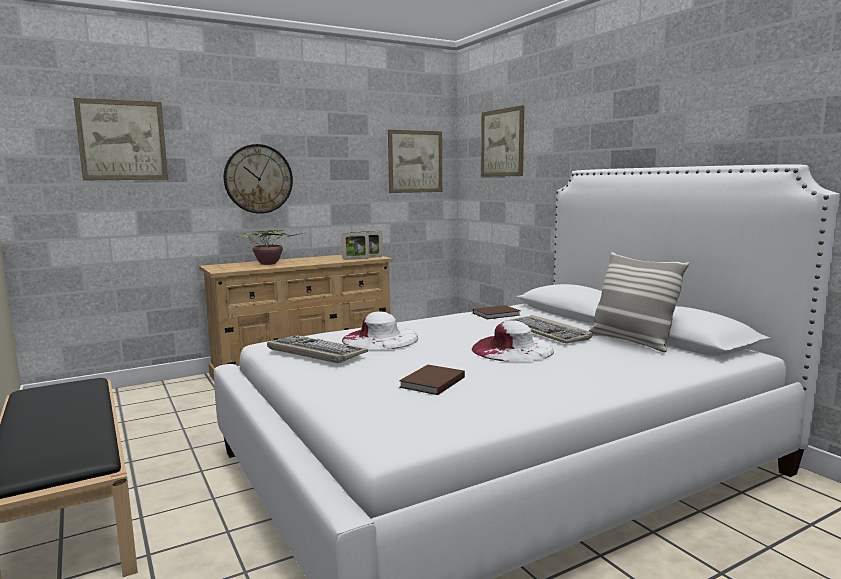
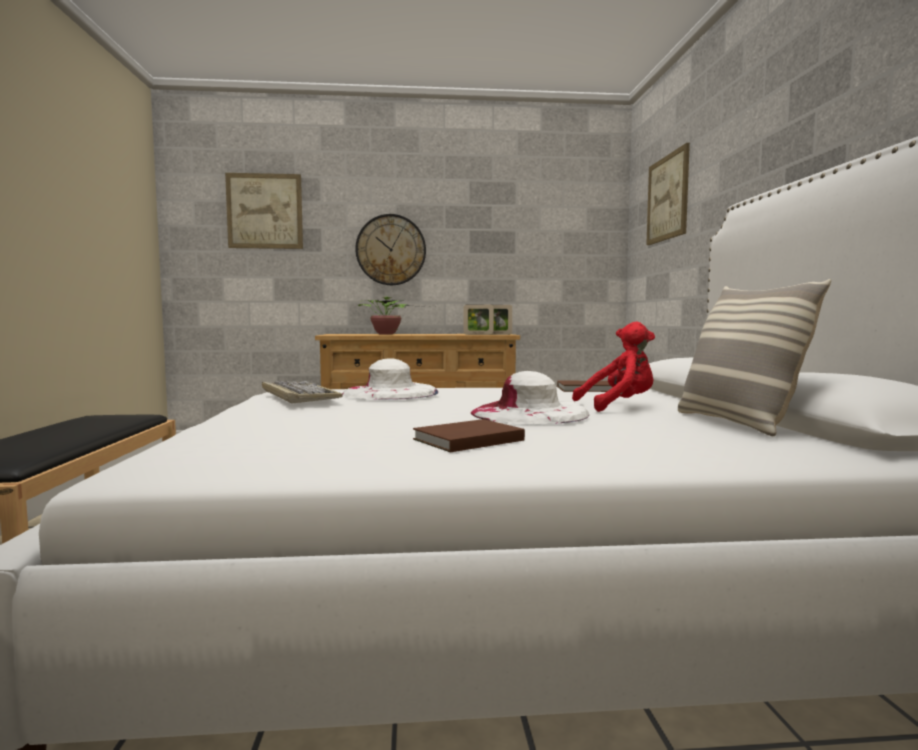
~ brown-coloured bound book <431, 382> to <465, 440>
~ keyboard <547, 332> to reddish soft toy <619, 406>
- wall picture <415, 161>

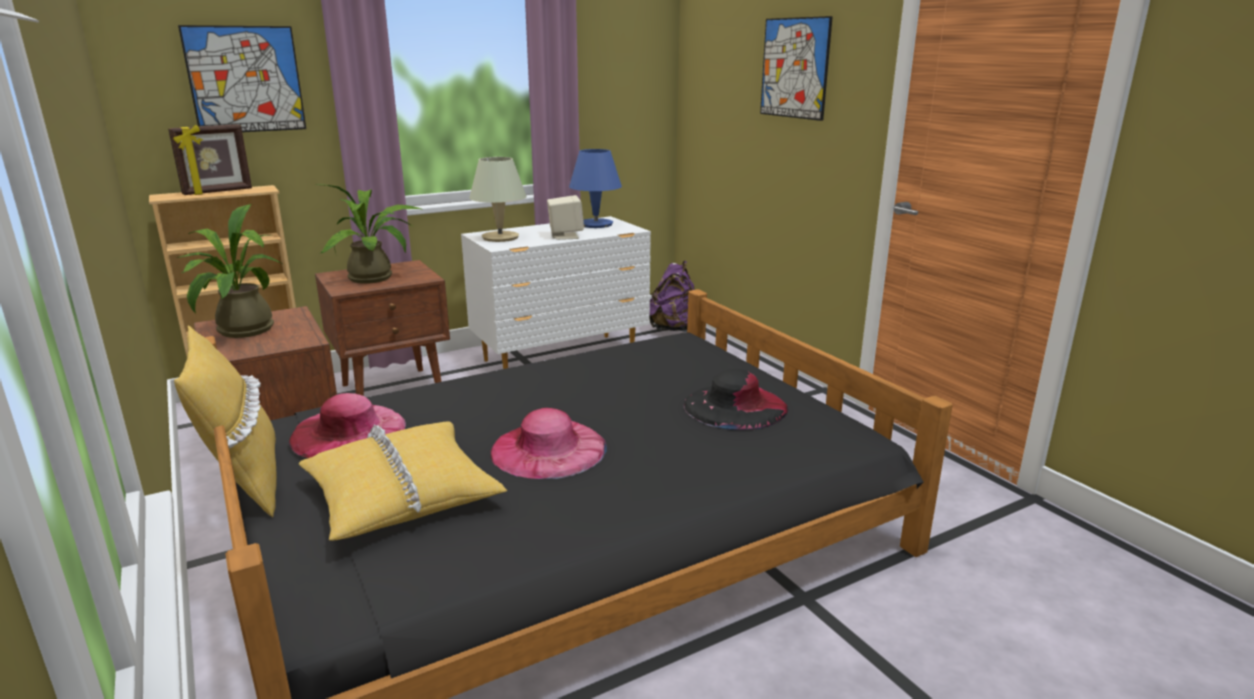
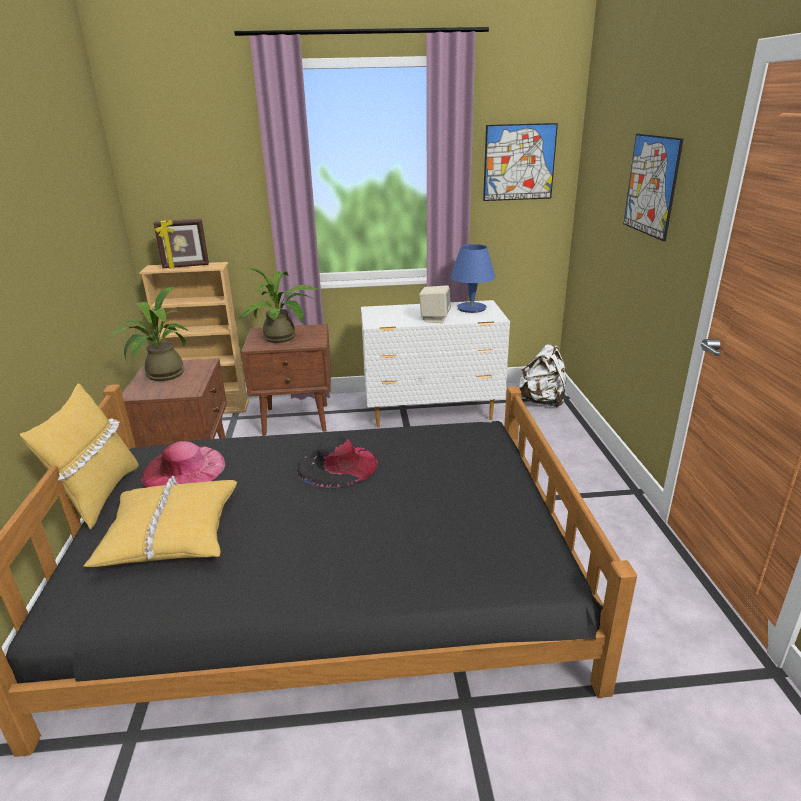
~ black clothing hat <735, 406> to <337, 465>
~ wall picture <245, 79> to <519, 162>
~ purple backpack <674, 329> to white-coloured backpack <542, 401>
- beige tabletop lamp <500, 237>
- pink clothing hat <548, 449>

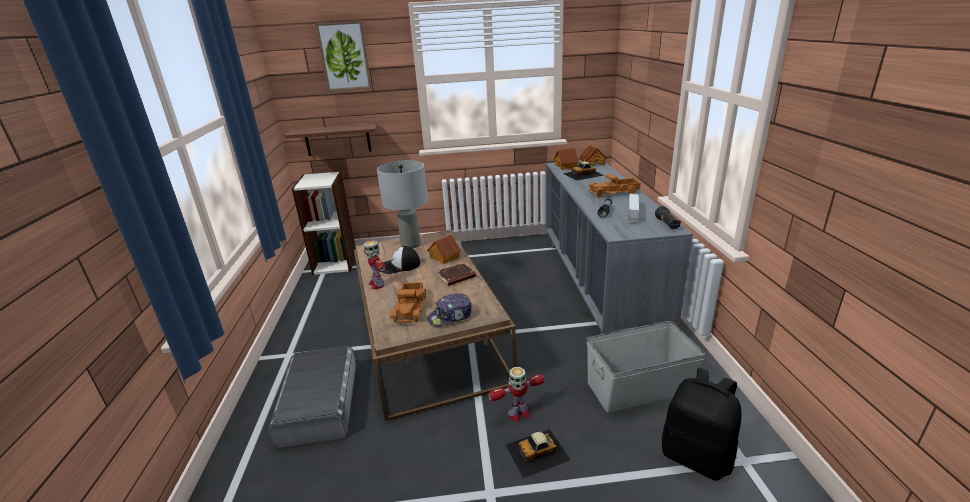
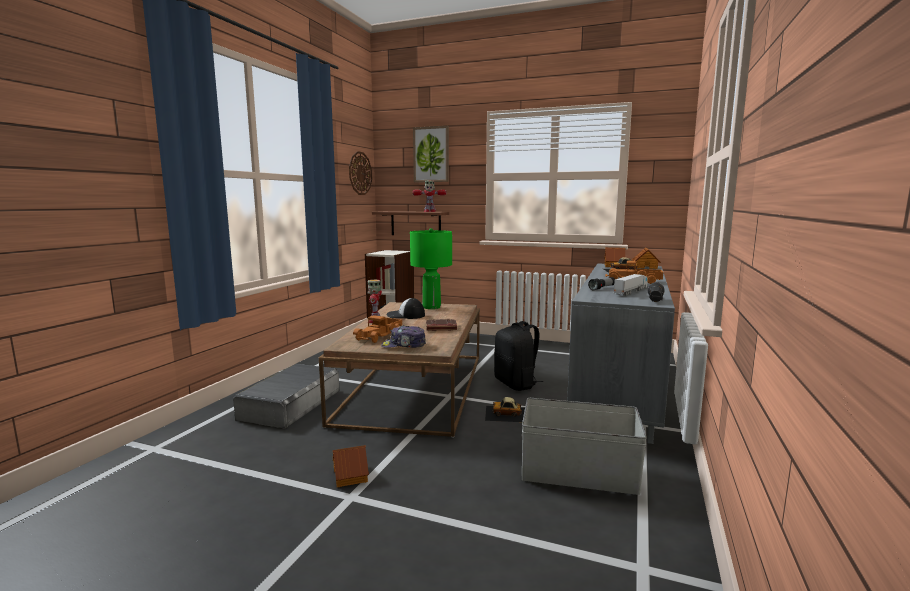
~ model house <444, 257> to <349, 476>
+ hanging clock <360, 173>
~ grey tabletop lamp <411, 244> to green tabletop lamp <432, 307>
~ model robot <518, 413> to <429, 211>
~ model car <537, 452> to <506, 413>
~ black backpack <696, 456> to <516, 384>

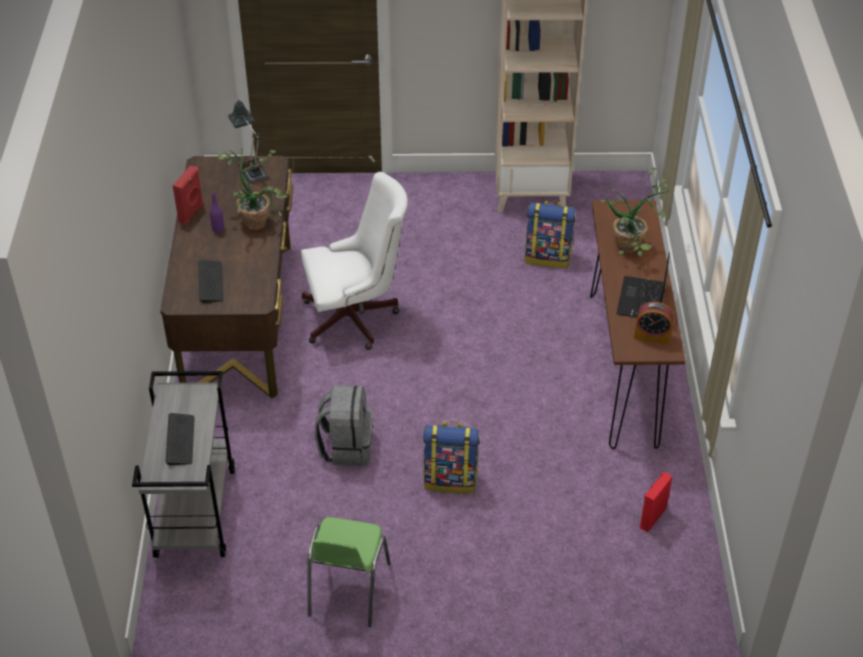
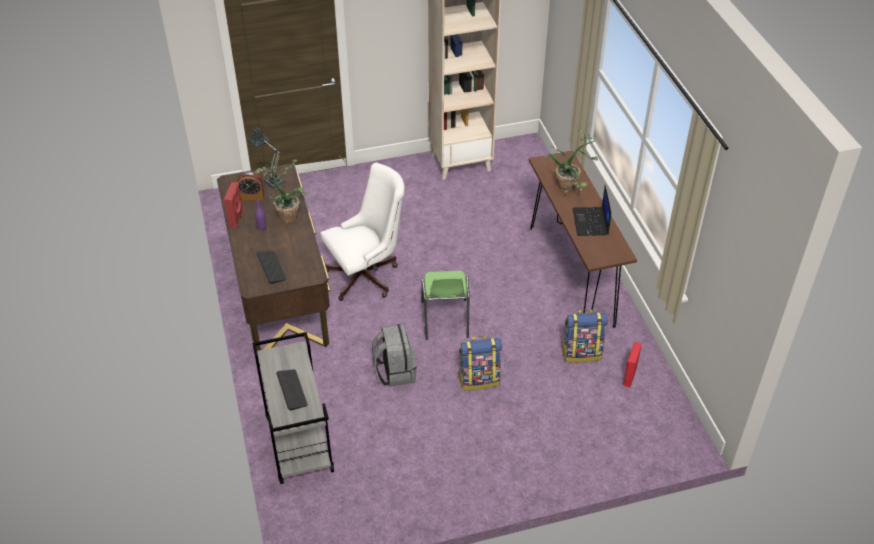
~ table clock <652, 336> to <251, 196>
~ green upright chair <347, 590> to <445, 320>
~ backpack <548, 257> to <581, 352>

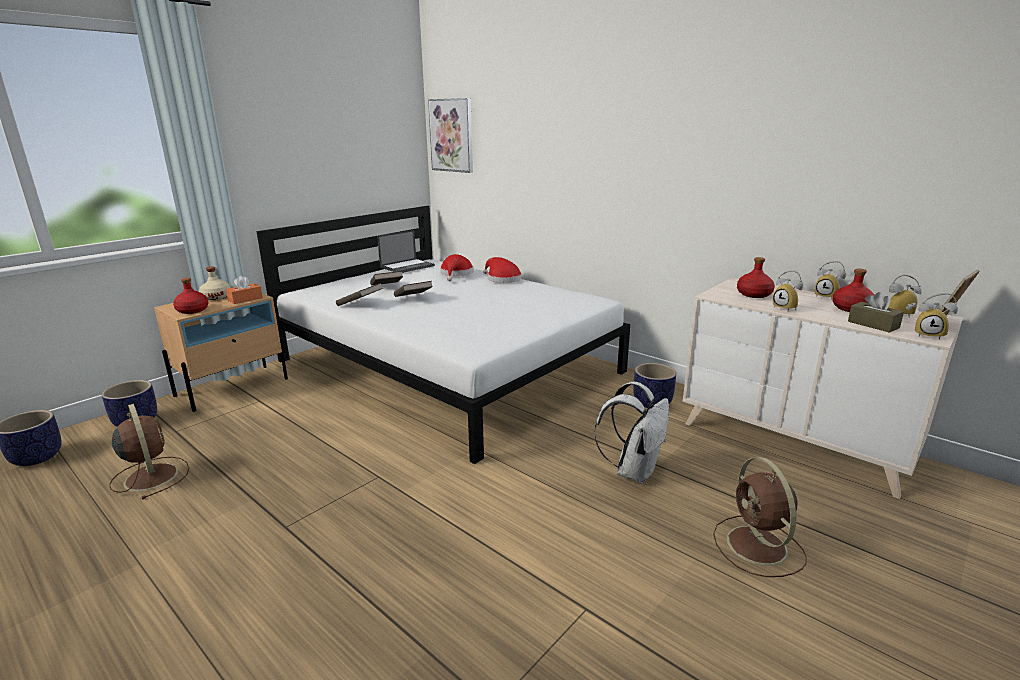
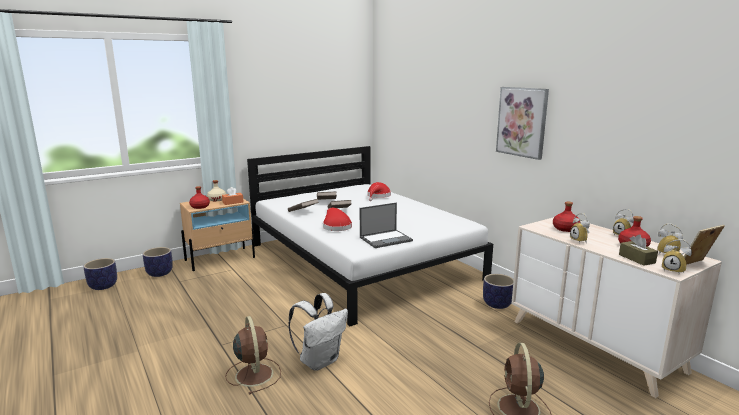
~ brown-coloured fan <151, 476> to <254, 374>
~ white-coloured backpack <634, 471> to <320, 361>
~ reddish clothing hat <502, 279> to <336, 226>
~ notebook computer <407, 266> to <386, 239>
~ wall picture <452, 135> to <522, 122>

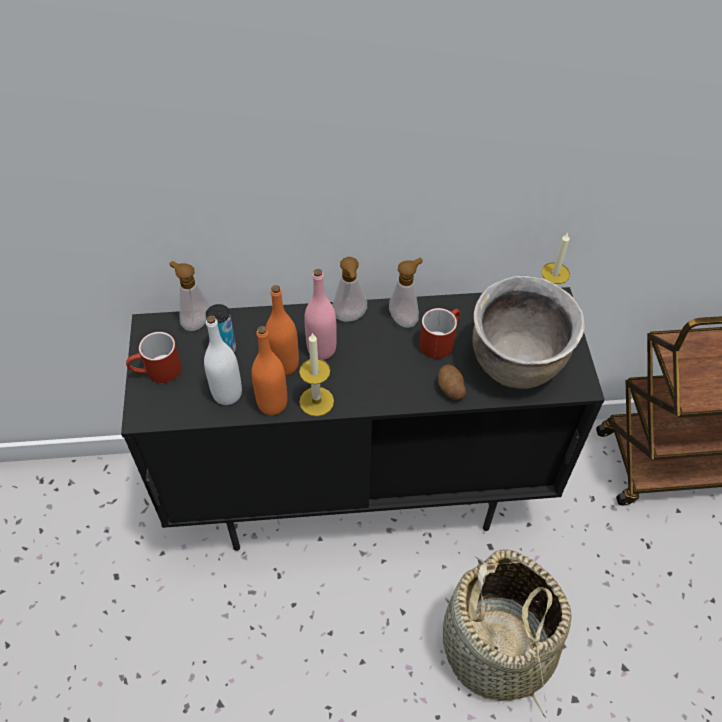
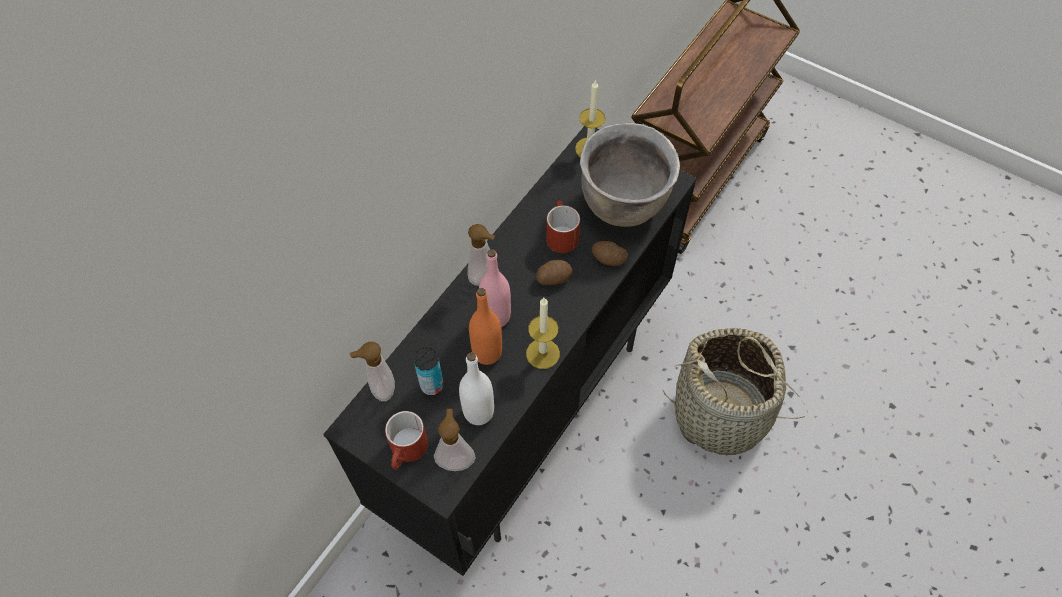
~ soap bottle <405, 318> to <456, 459>
+ spud <553, 278>
- orange drink bottle <272, 403>

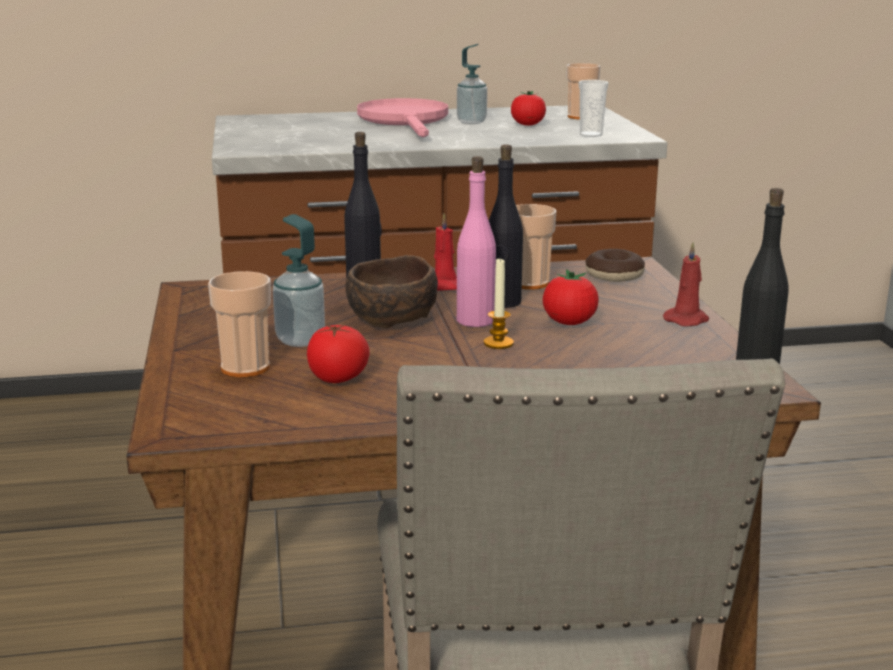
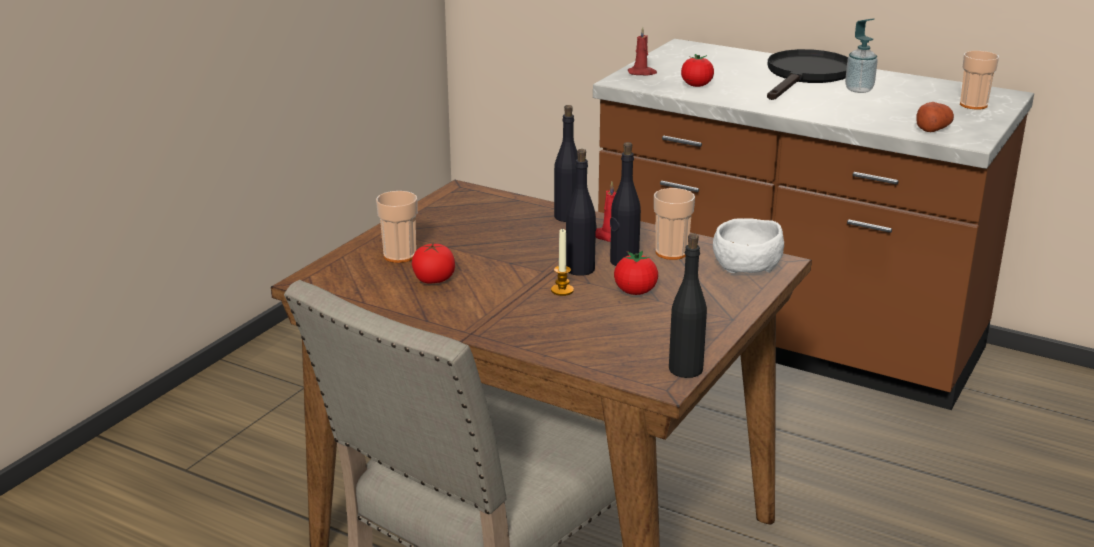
~ pink drink bottle <475, 320> to black drink bottle <580, 269>
~ reddish wax candle <687, 320> to <642, 73>
~ fresh tomato <527, 125> to <696, 85>
~ ring doughnut <614, 275> to white-coloured deep dish <745, 266>
~ pink pan <406, 121> to black pan <806, 76>
~ small cup <590, 135> to spud <932, 128>
- soap bottle <300, 340>
- brown-coloured deep dish <391, 318>

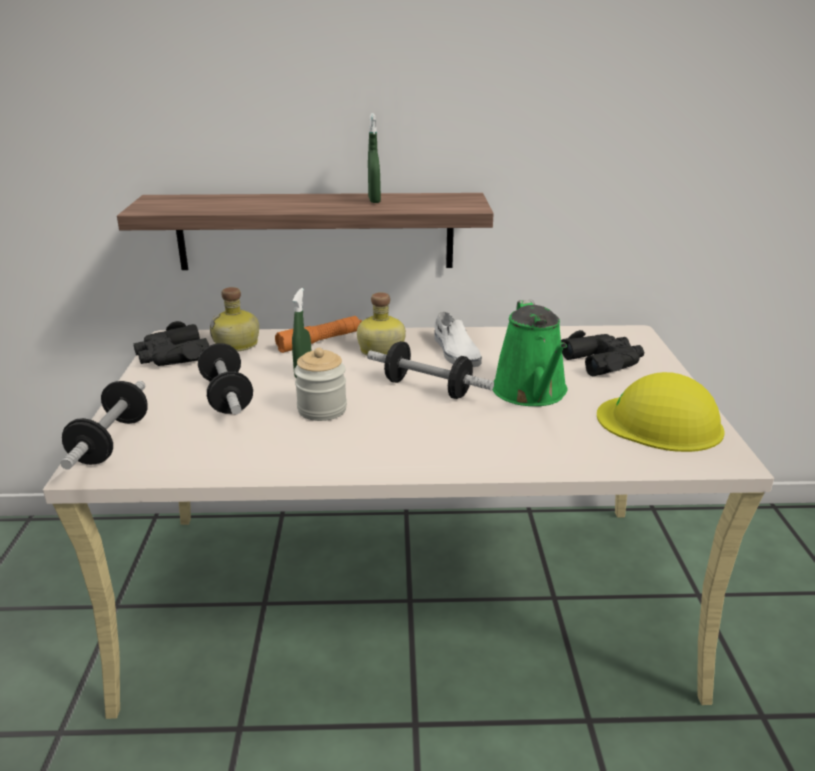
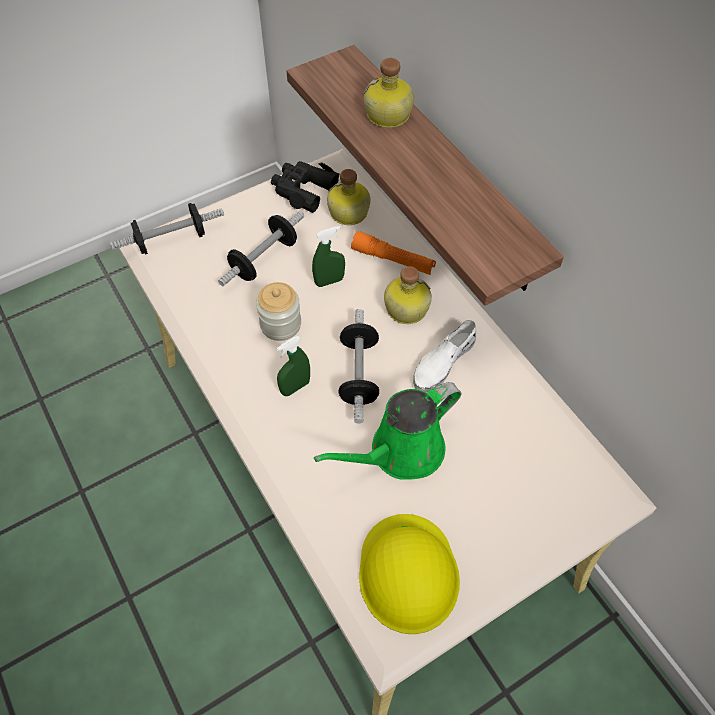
~ green hand sprayer <374, 200> to <295, 387>
+ drink bottle <388, 115>
- black binoculars <603, 361>

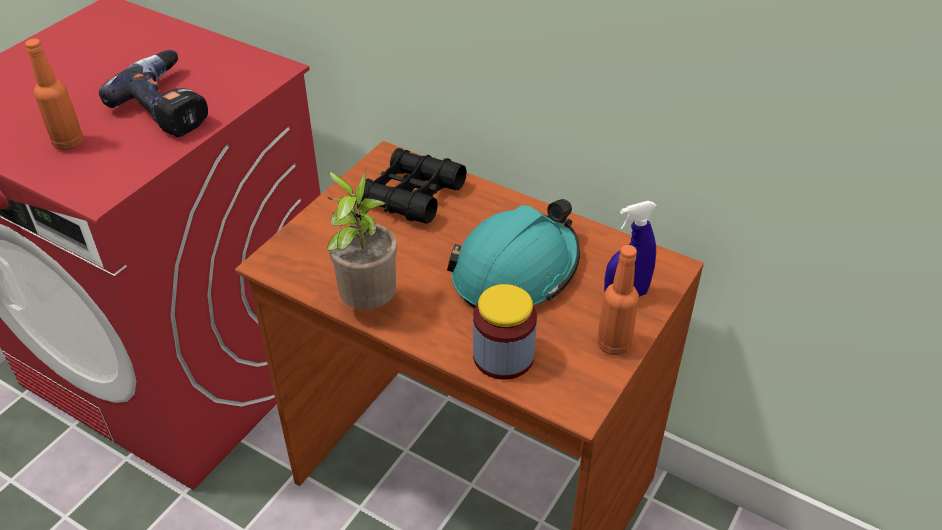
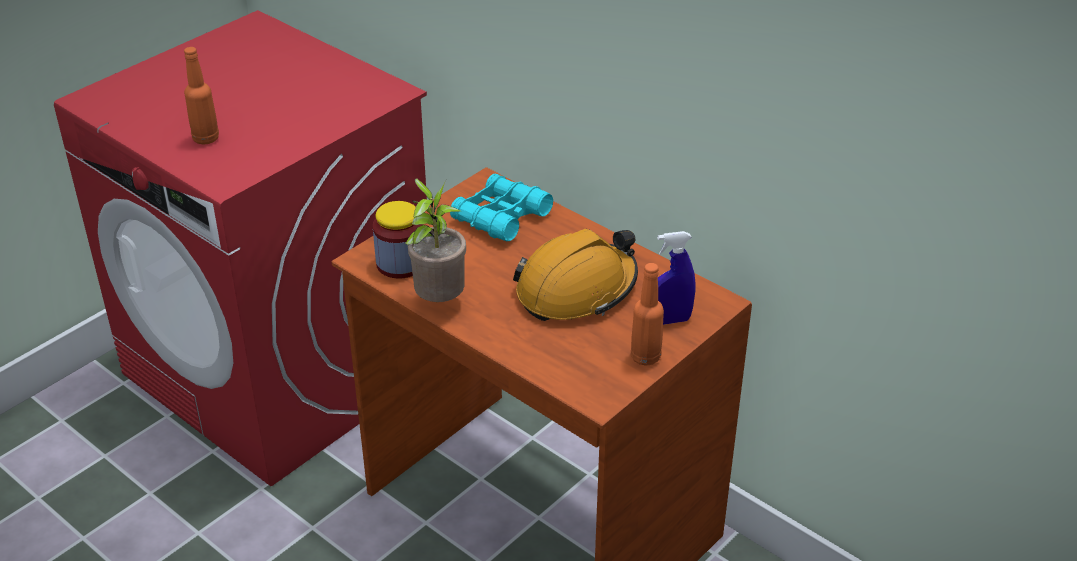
~ storage jar <503, 356> to <401, 263>
~ black binoculars <412, 195> to blue-green binoculars <501, 217>
~ blue-green safety helmet <516, 271> to orange safety helmet <576, 290>
- power drill <171, 105>

